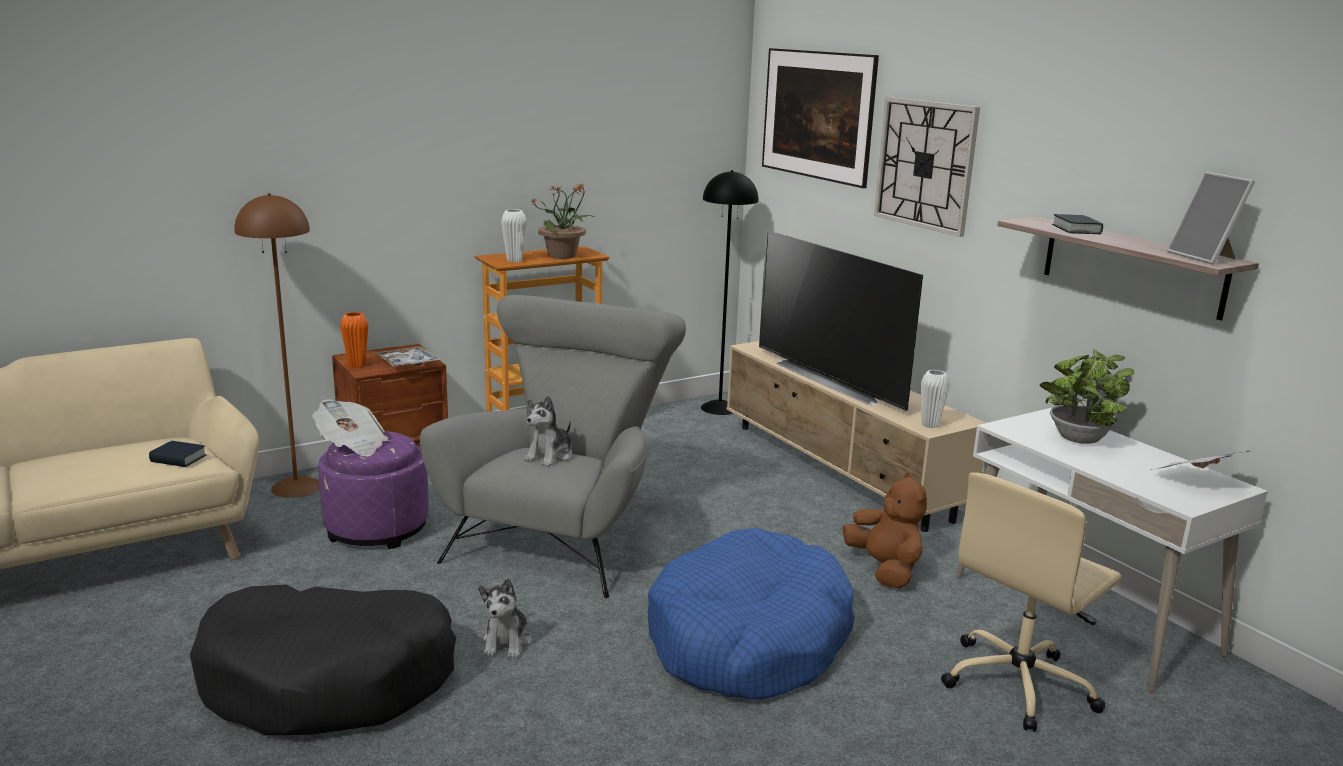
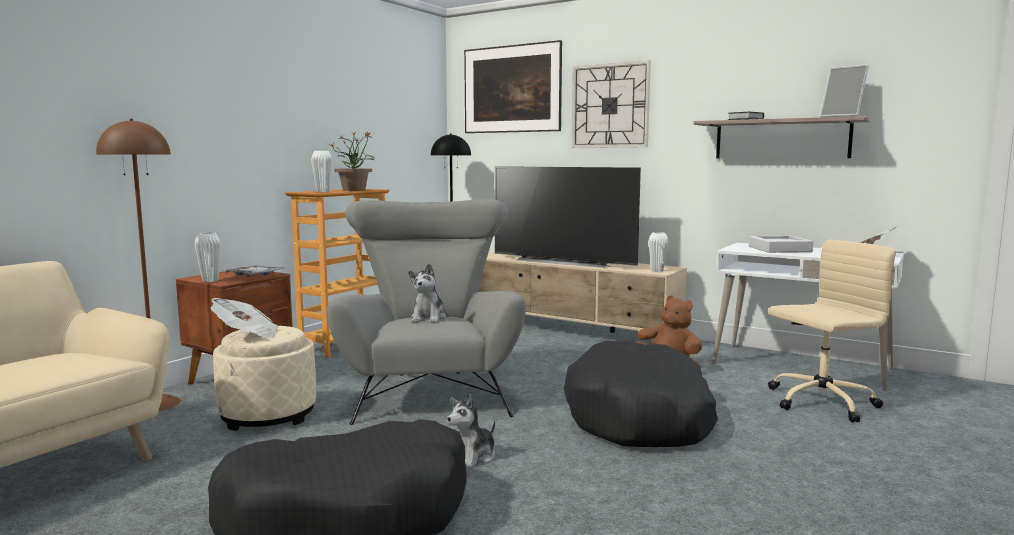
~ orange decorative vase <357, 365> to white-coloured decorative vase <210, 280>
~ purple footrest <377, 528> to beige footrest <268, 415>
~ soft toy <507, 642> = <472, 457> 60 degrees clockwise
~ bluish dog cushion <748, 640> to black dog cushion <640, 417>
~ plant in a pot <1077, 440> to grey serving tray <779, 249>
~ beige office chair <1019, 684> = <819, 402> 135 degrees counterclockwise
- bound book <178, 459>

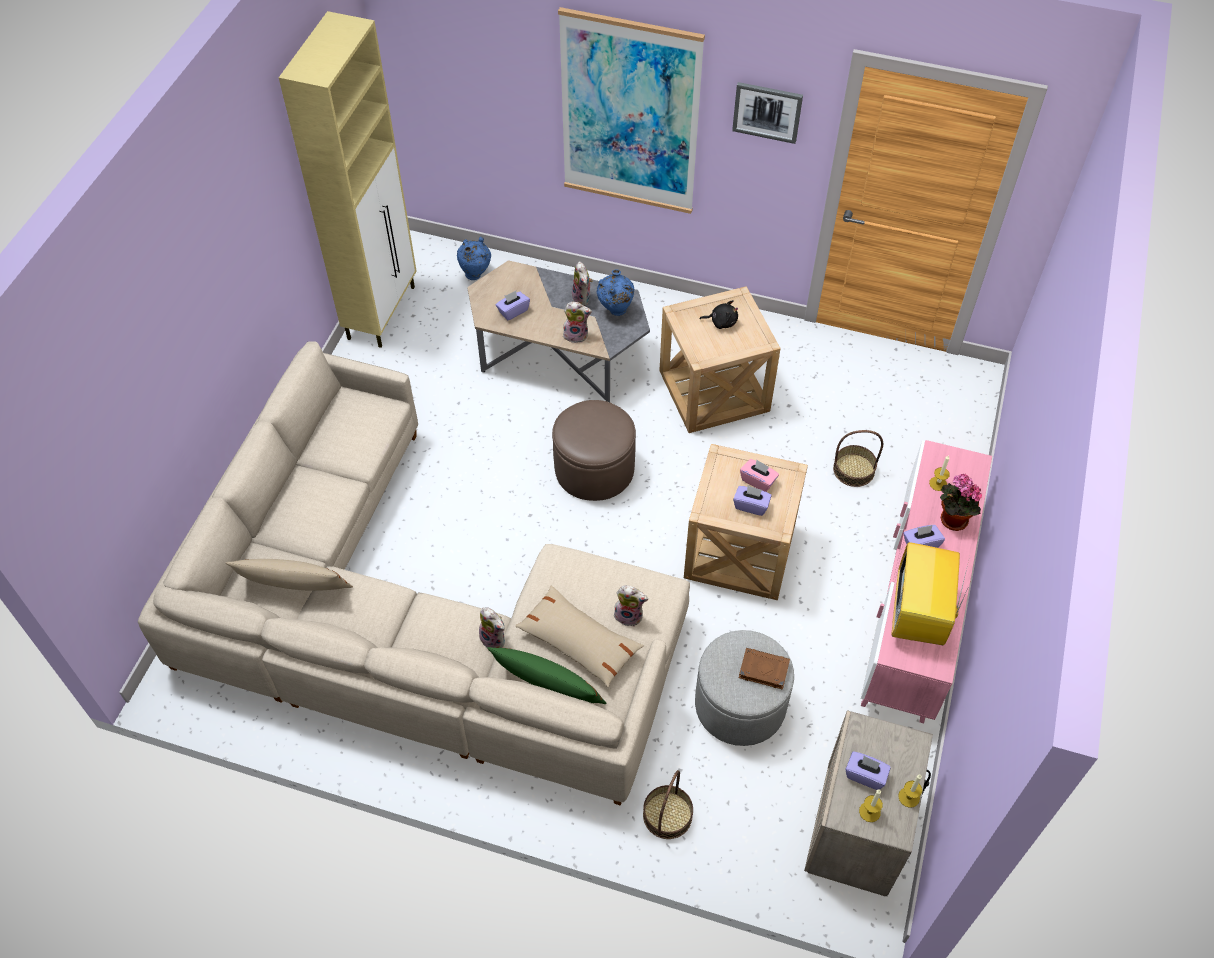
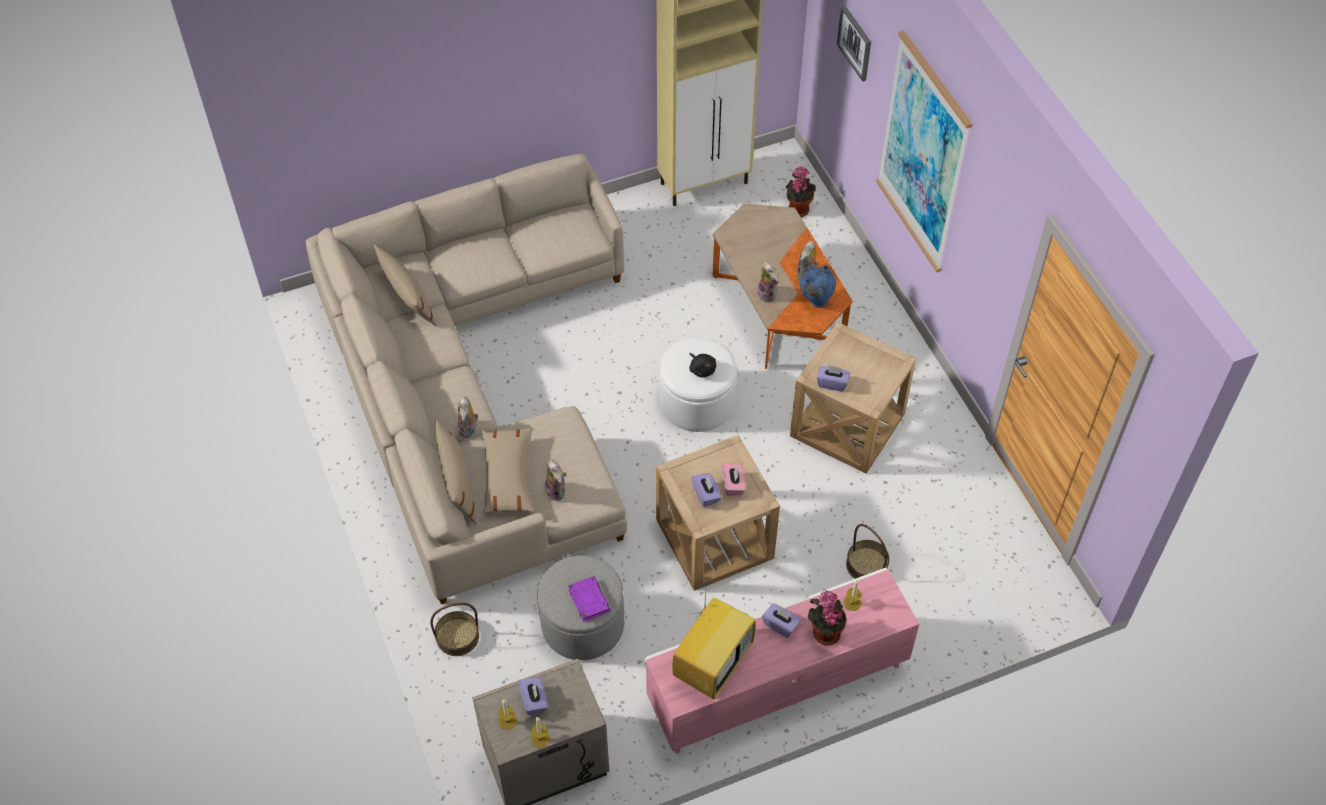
~ green throw pillow <548, 688> to beige throw pillow <458, 484>
~ brown-coloured bound book <763, 670> to purple bound book <588, 600>
~ brown-coloured footrest <594, 469> to white-coloured footrest <697, 401>
~ television <919, 616> = <712, 662> 150 degrees clockwise
~ black soft toy <721, 322> to <702, 369>
~ grey coffee table <559, 356> to orange coffee table <777, 309>
~ bluish decorative vase <476, 275> to plant in a pot <798, 208>
~ purple tissue box <513, 311> to <832, 383>
~ wall picture <767, 111> to <855, 42>

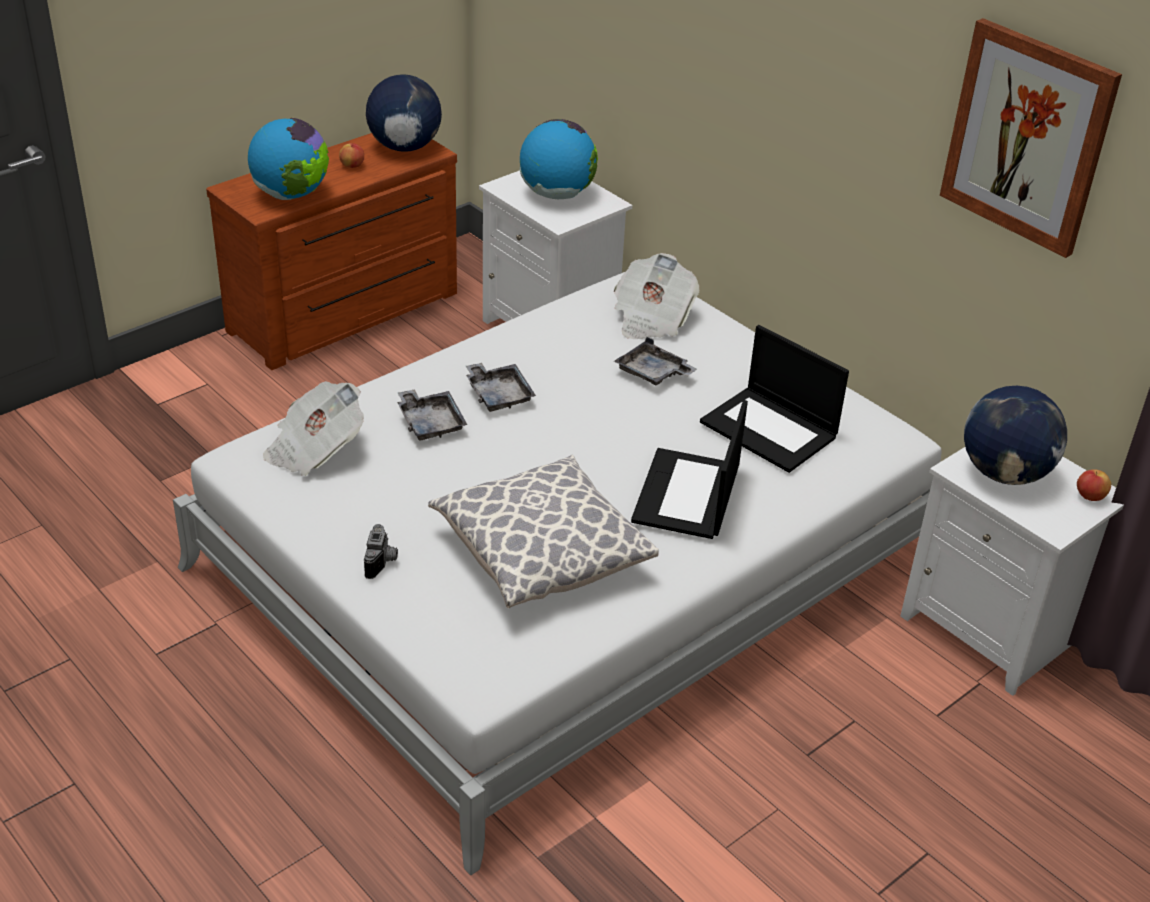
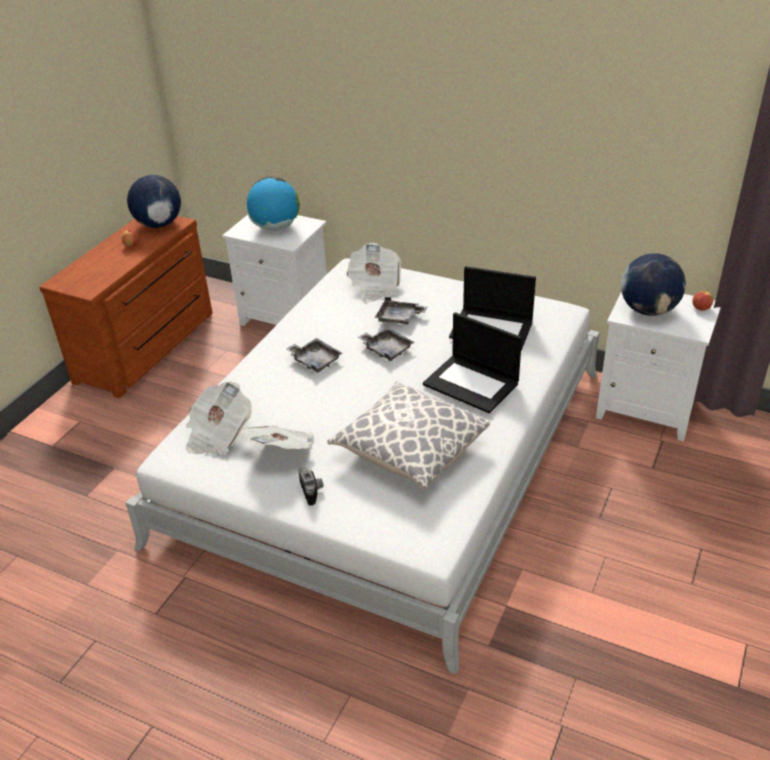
+ printed paper <282, 451>
~ grey serving tray <430, 422> to <386, 349>
~ notebook computer <687, 495> = <472, 384> 45 degrees counterclockwise
- desk globe <291, 195>
- wall picture <1028, 137>

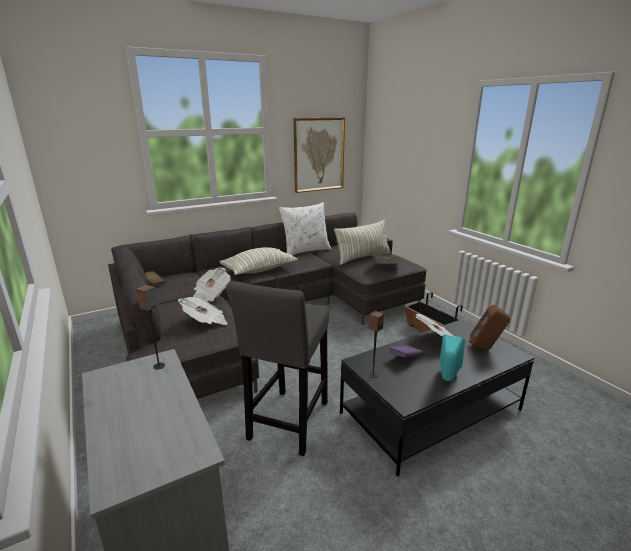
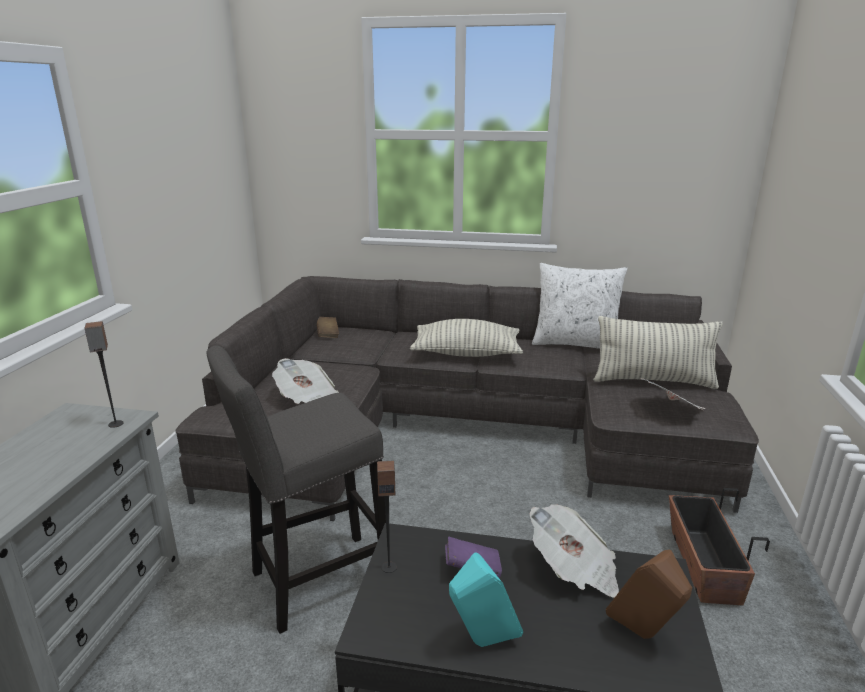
- printed paper <210, 295>
- wall picture <318, 154>

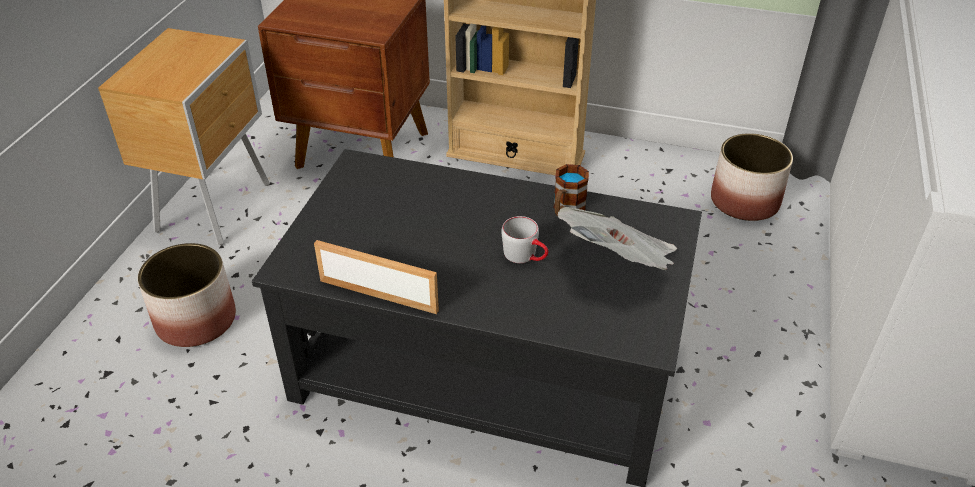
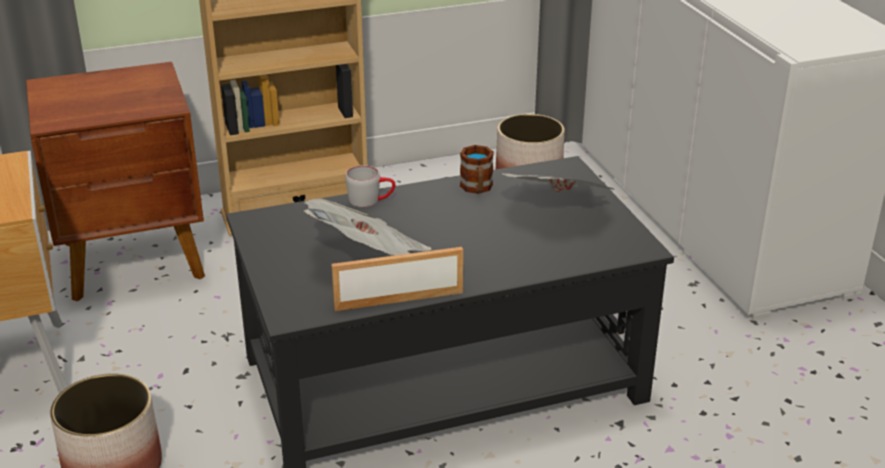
+ printed paper <369, 257>
~ grey tea mug <526, 256> to <371, 200>

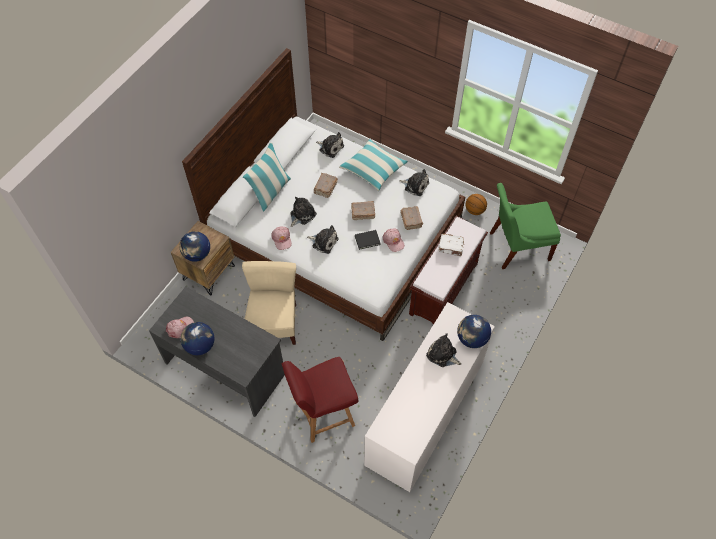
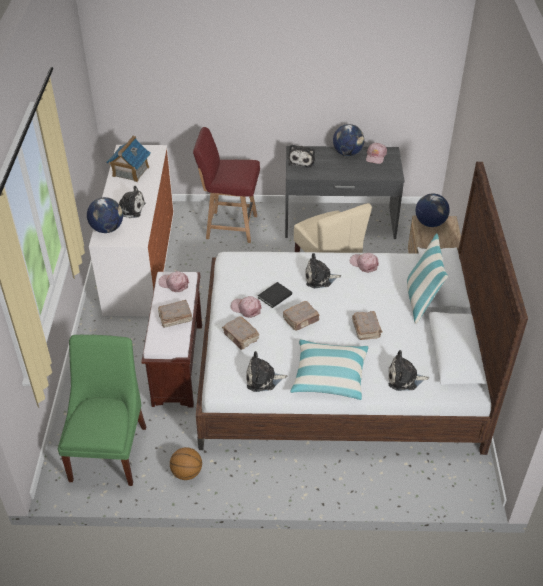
~ green upright chair <516, 246> = <110, 449> 45 degrees counterclockwise
+ model house <130, 171>
~ white-coloured bound book <451, 247> to brown-coloured bound book <175, 318>
+ pink cap <174, 283>
~ reddish upright chair <323, 414> = <230, 226> 120 degrees counterclockwise
~ soft toy <301, 215> to <302, 160>

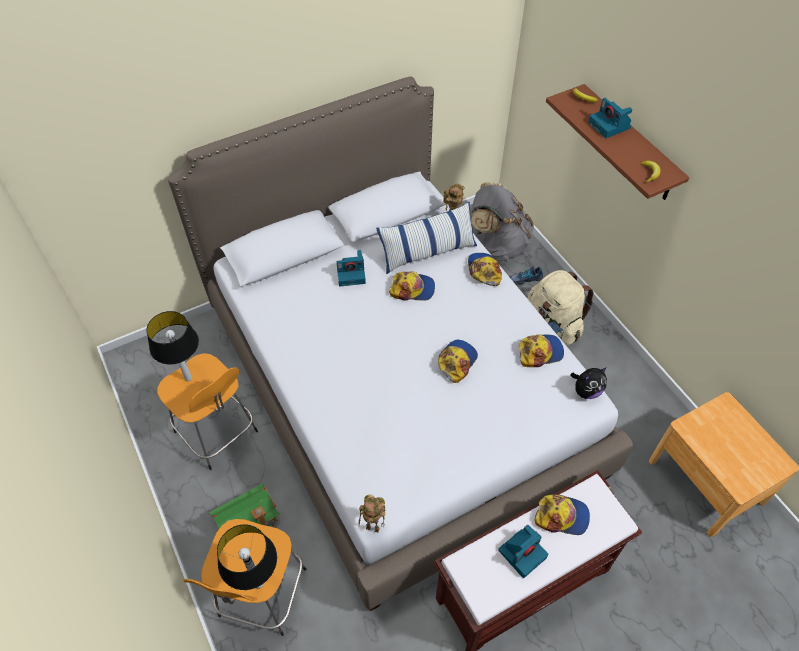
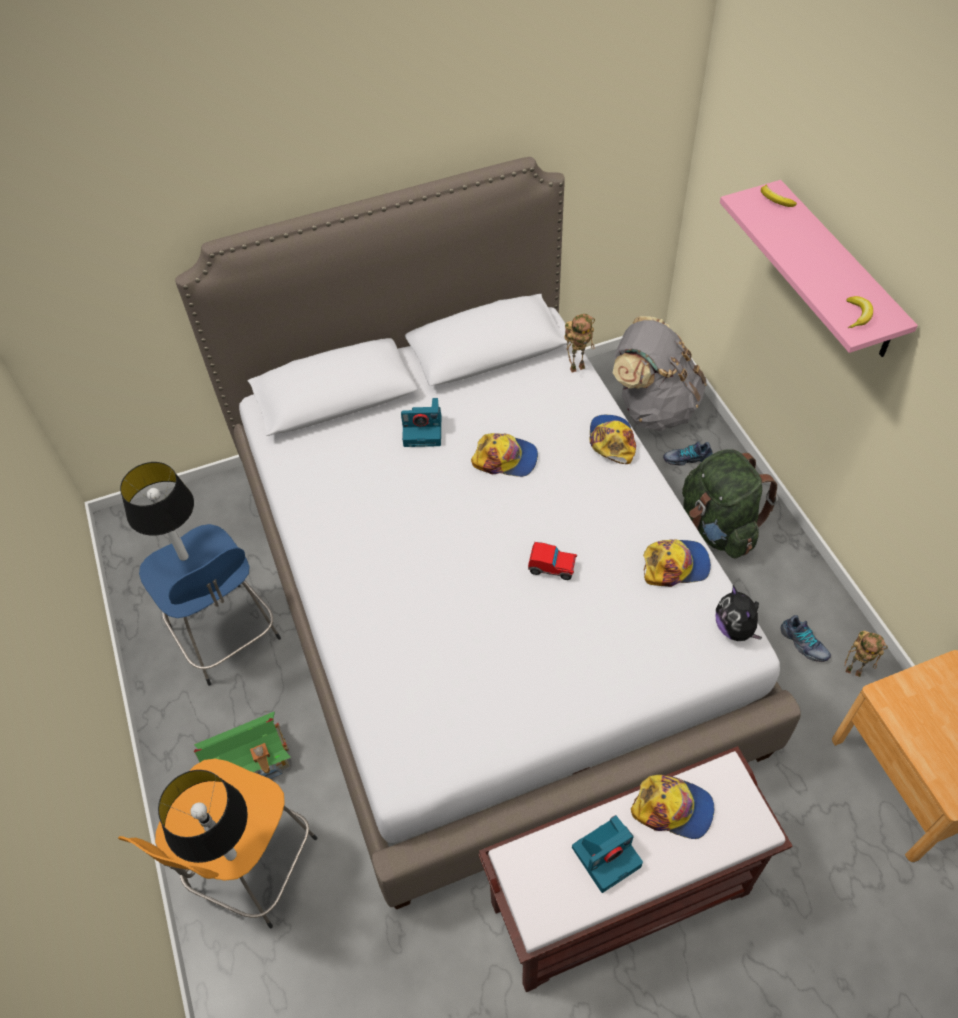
~ orange stool <218, 434> to bluish stool <226, 636>
~ cap <457, 361> to model car <552, 567>
~ beige backpack <553, 324> to green backpack <718, 527>
~ soft toy <586, 391> = <735, 628> 90 degrees clockwise
~ brown-coloured wall shelf <628, 144> to pink wall shelf <837, 272>
+ low shoe <803, 644>
~ model robot <374, 527> to <854, 671>
- throw pillow <427, 252>
- photo camera <610, 126>

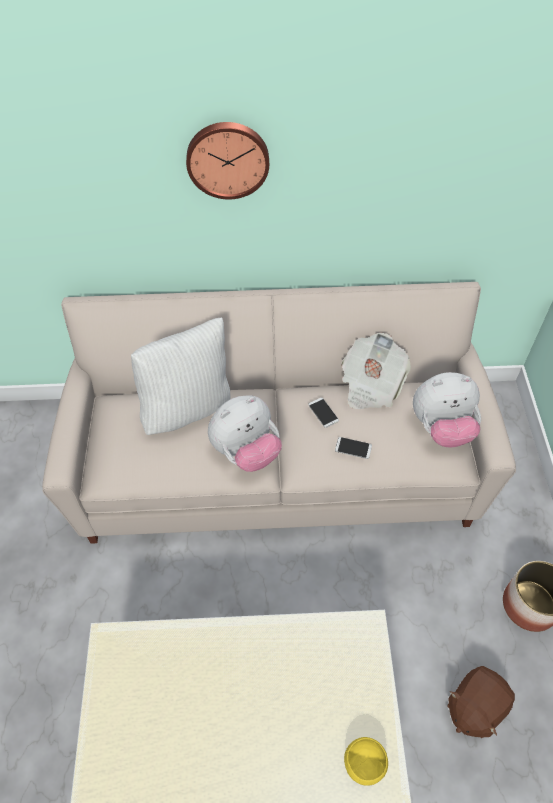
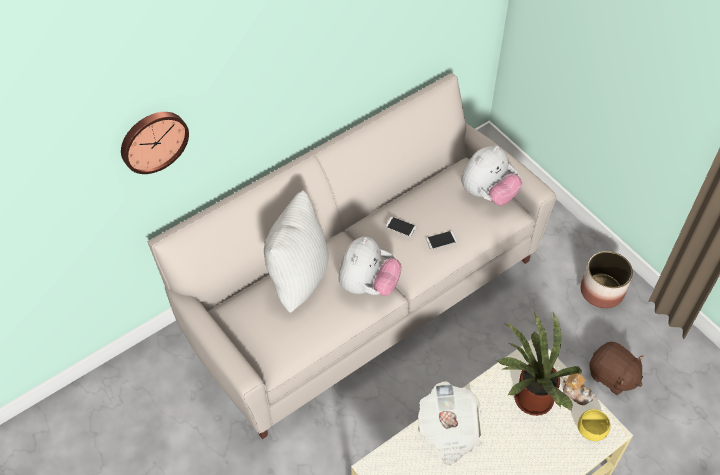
~ hanging clock <228, 159> to <153, 140>
~ printed paper <371, 385> to <449, 431>
+ plant in a pot <529, 399>
+ teapot <576, 392>
~ brown-coloured soft toy <474, 707> = <612, 376> 60 degrees counterclockwise

